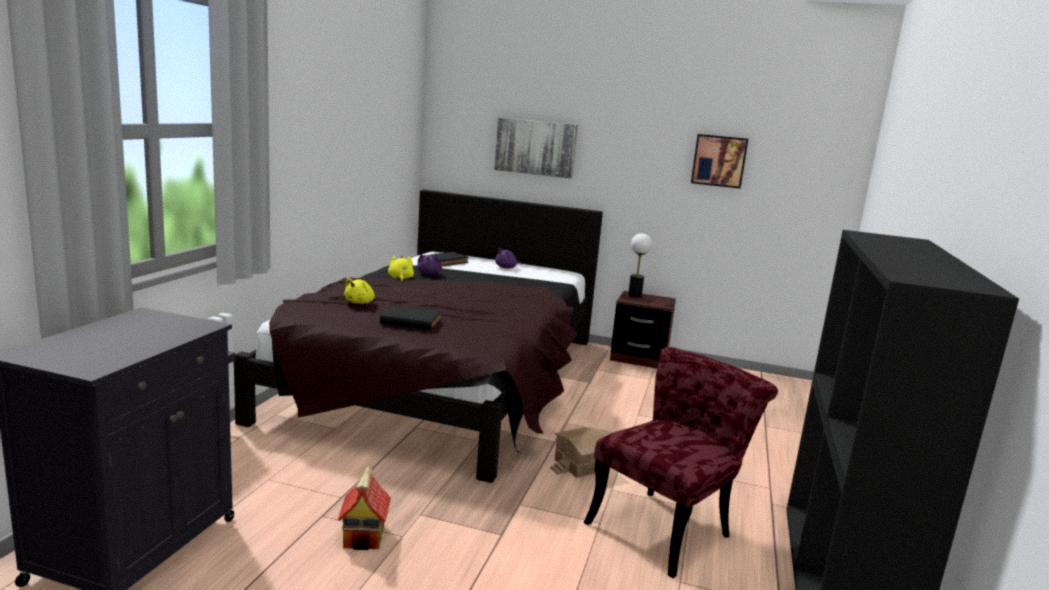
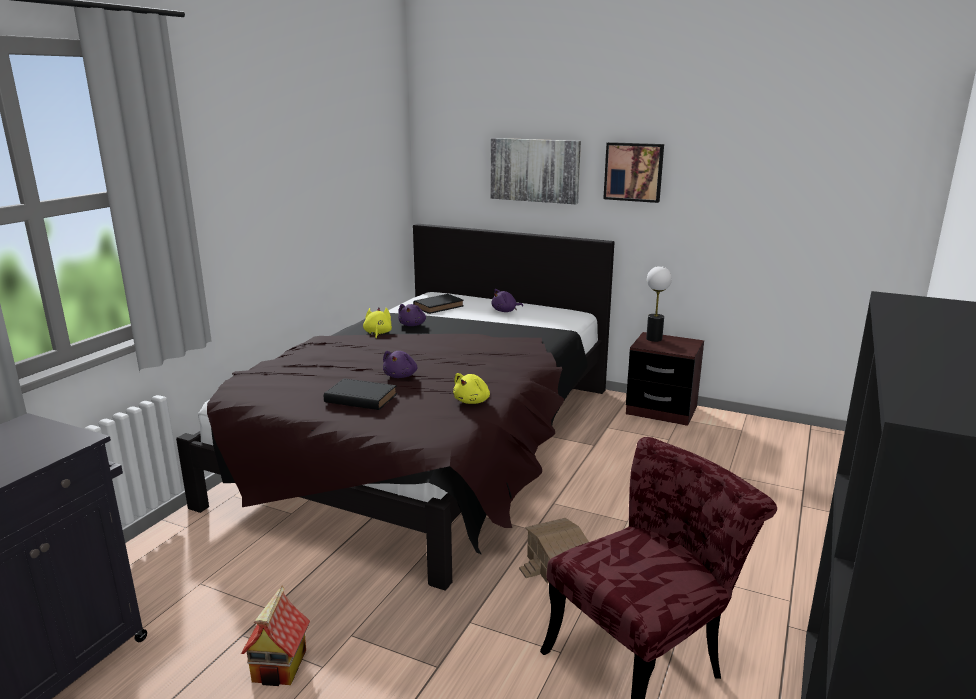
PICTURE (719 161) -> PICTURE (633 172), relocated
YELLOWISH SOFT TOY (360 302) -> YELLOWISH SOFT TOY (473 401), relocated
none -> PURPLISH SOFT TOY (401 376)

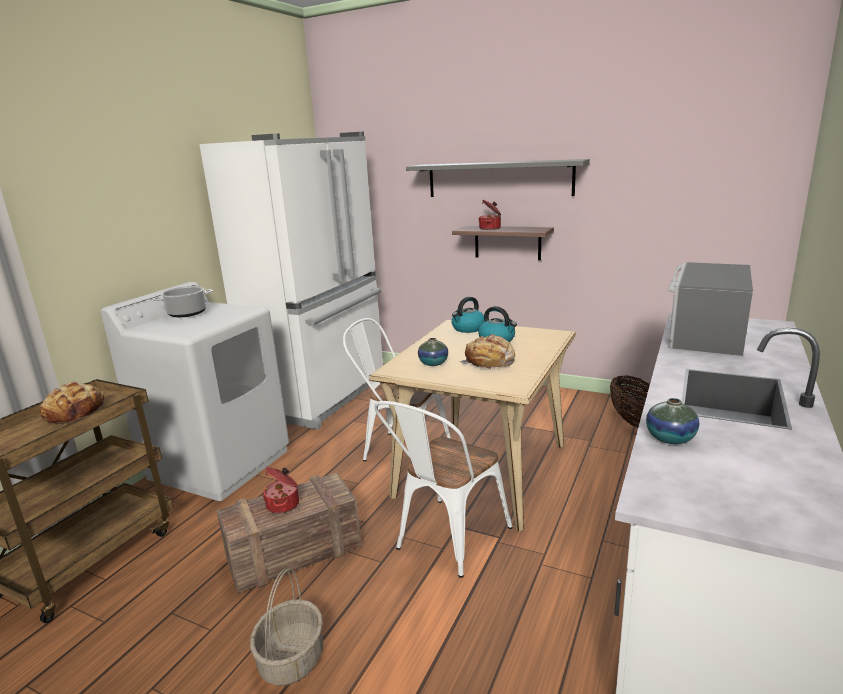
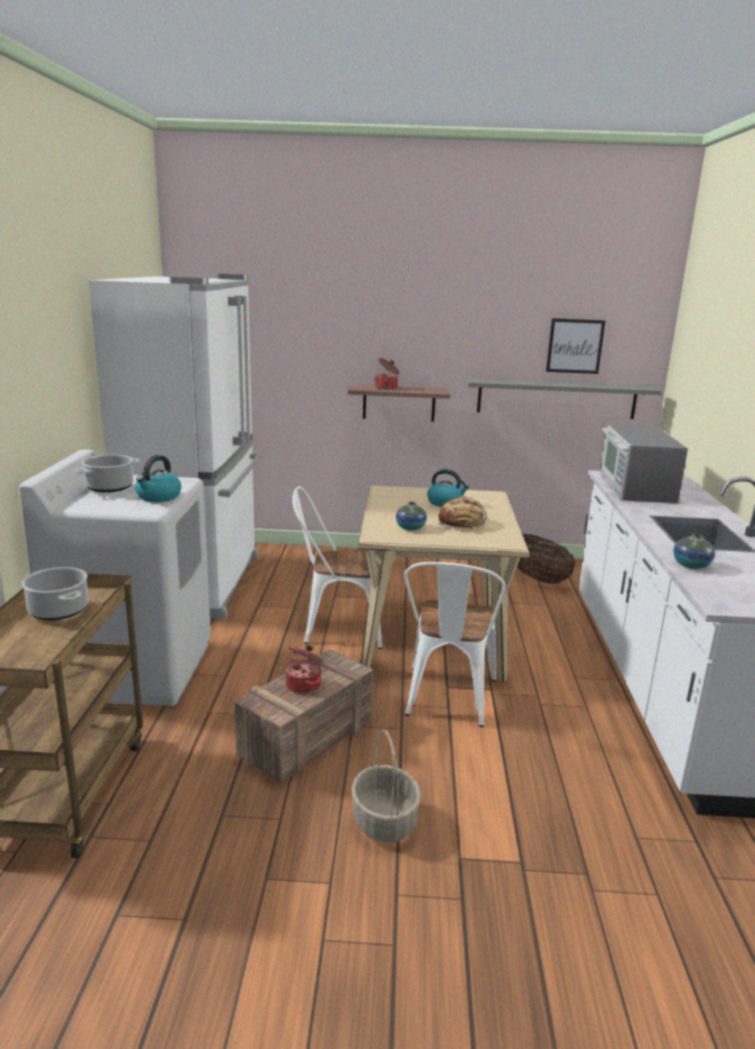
GRAY WALL SHELF (498 179) -> GRAY WALL SHELF (556 398), relocated
TEA KETTLE (468 328) -> TEA KETTLE (158 497), relocated
BREAD (76 413) -> COOKING POT (58 610)
none -> PICTURE (575 346)

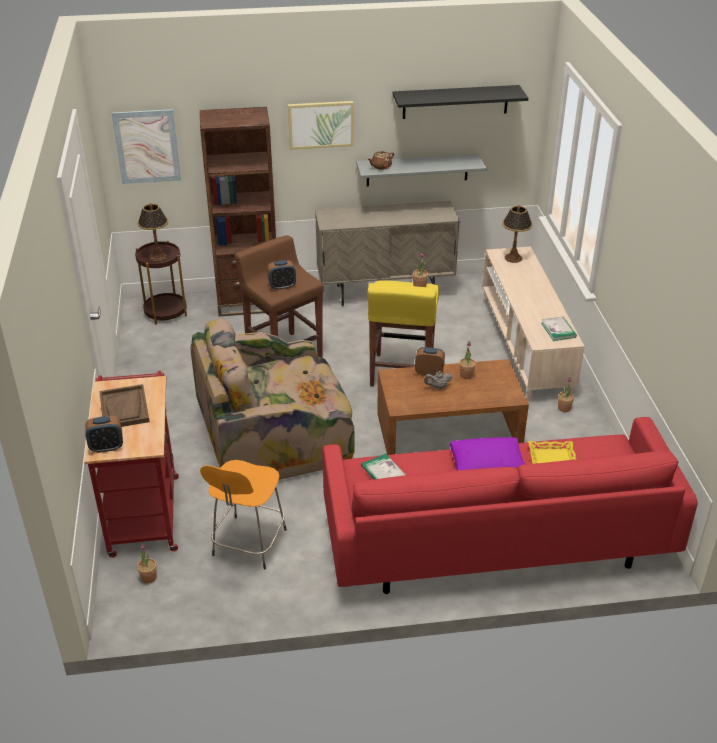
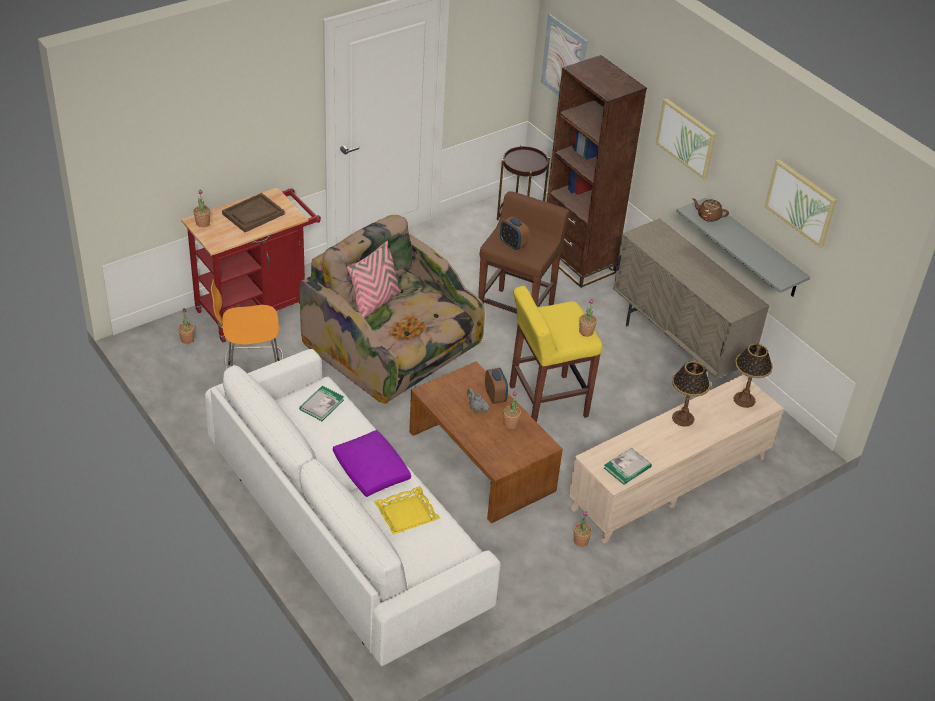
BLACK WALL SHELF (455 102) -> PICTURE (801 202)
LAMP FOR A TABLE (157 257) -> LAMP FOR A TABLE (683 418), relocated
BEDSIDE CLOCK (106 447) -> POTTED PLANT (202 223)
REDDISH COUCH (495 539) -> WHITE COUCH (347 535)
none -> PINK-COLOURED PILLOW (375 303)

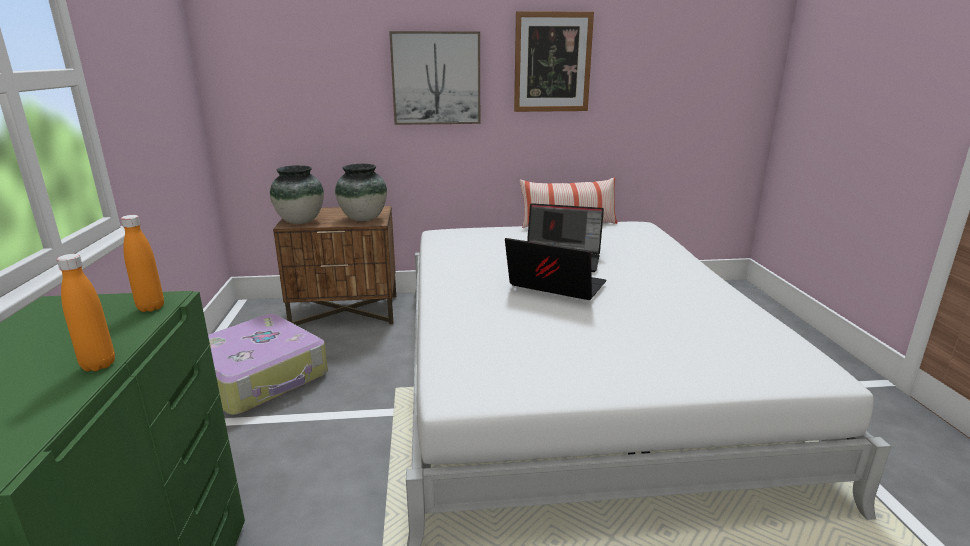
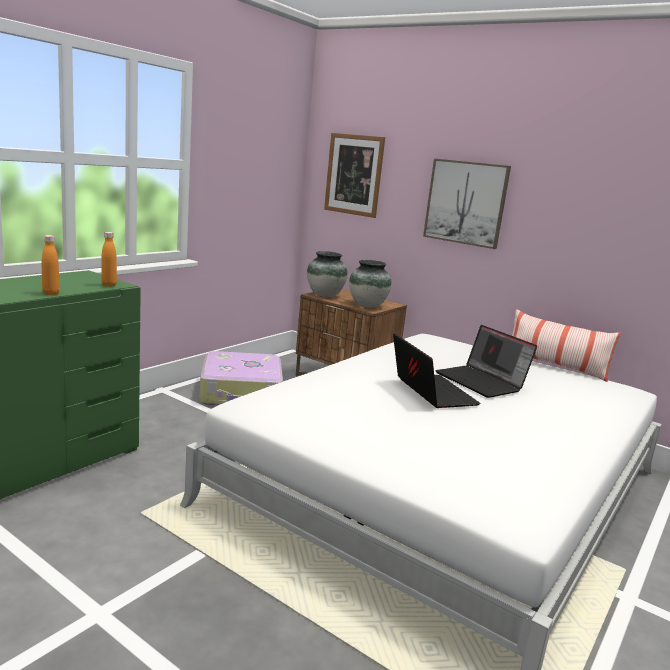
PICTURE (552 62) -> PICTURE (354 175), relocated

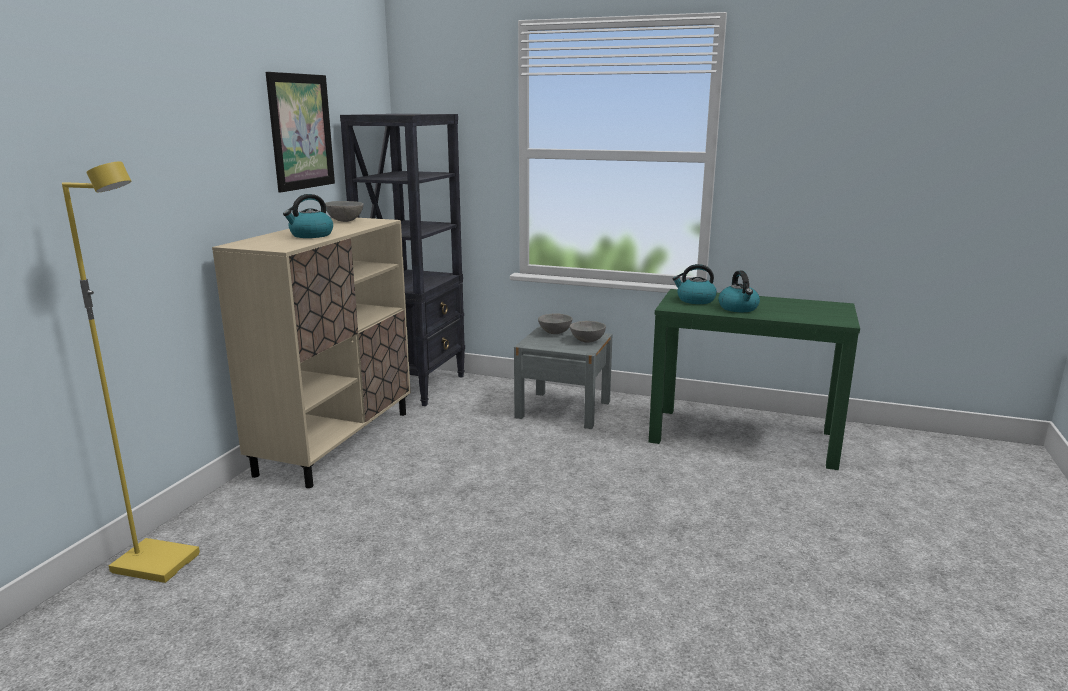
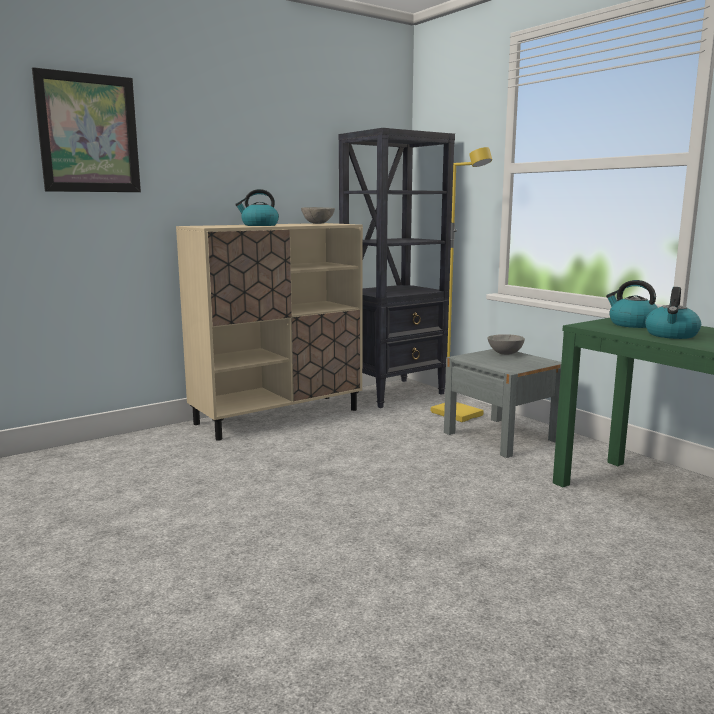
PICTURE (301 132) -> PICTURE (89 133), relocated
YELLOWISH STANDING LAMP (158 563) -> YELLOWISH STANDING LAMP (458 414), relocated
GRAY SERVING BOWL (587 341) -> none

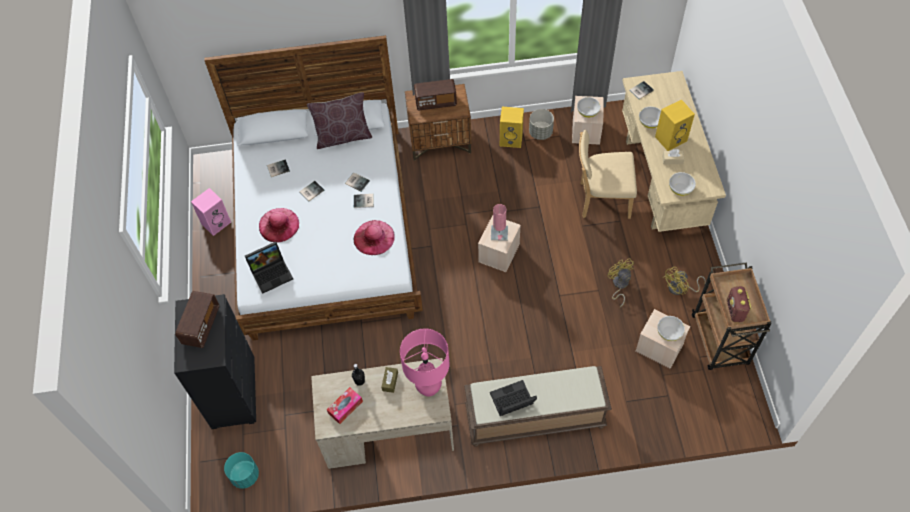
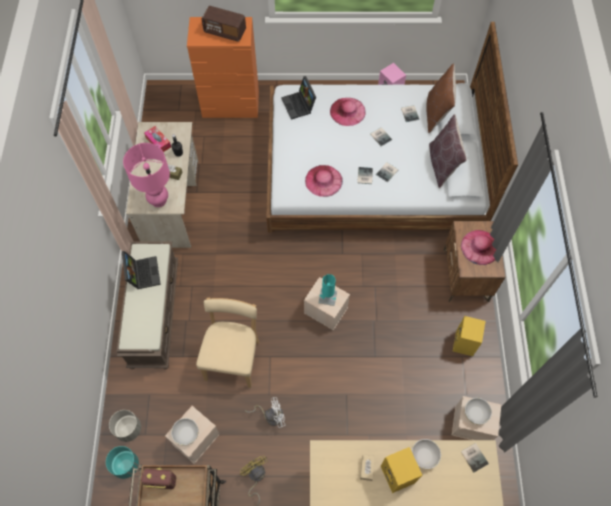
RADIO (435 102) -> PINK-COLOURED CLOTHING HAT (480 247)
GRAY PLANT POT (540 132) -> GRAY PLANT POT (128 429), relocated
BEIGE CHAIR (601 200) -> BEIGE CHAIR (233 358), relocated
WHITE SERVING BOWL (680 189) -> none
PINK-COLOURED LAMP FOR A TABLE (499 233) -> BLUE-GREEN LAMP FOR A TABLE (327 297)
YELLOWISH COOLING FAN (619 285) -> WHITE COOLING FAN (271 415)
BLACK DRAWER CHEST (233 392) -> ORANGE DRAWER CHEST (231 105)
BLUE-GREEN PLANT POT (244 475) -> BLUE-GREEN PLANT POT (126 464), relocated
none -> BROWN PILLOW (437 113)

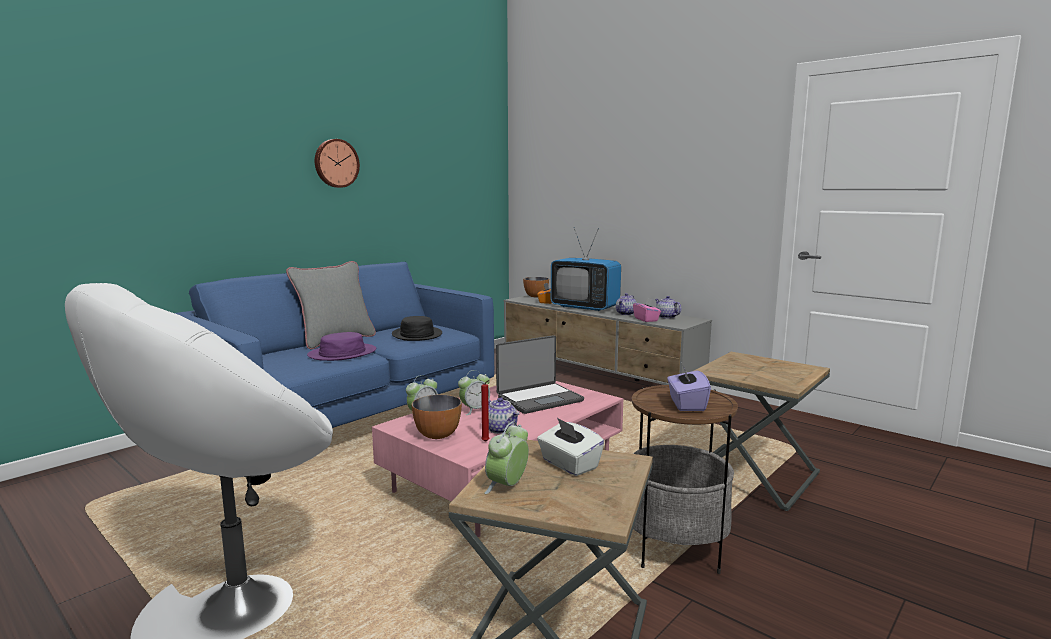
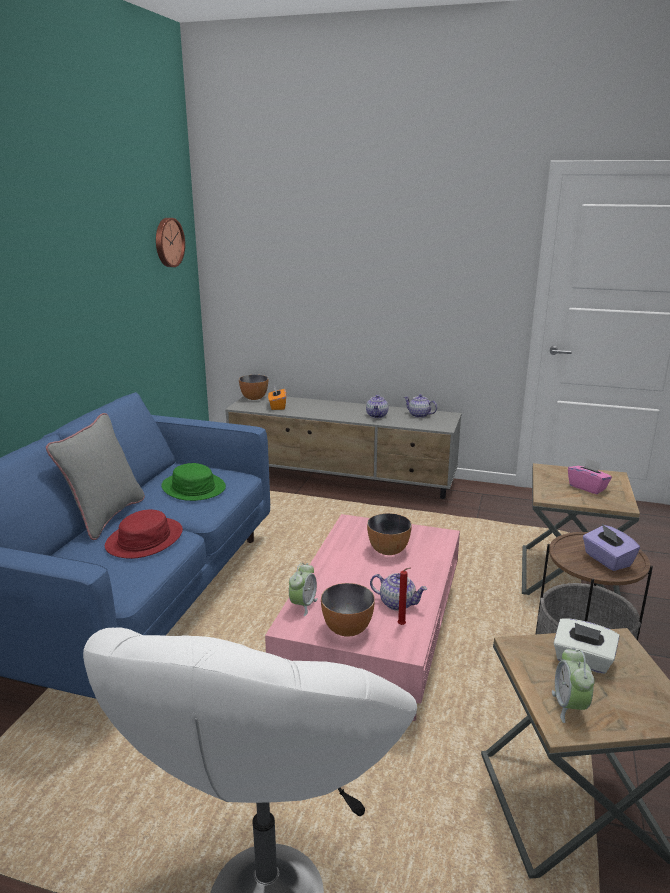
WALL CLOCK (336 163) -> WALL CLOCK (168 242), relocated
TV SET (585 307) -> none
PINK-COLOURED TISSUE BOX (646 319) -> PINK-COLOURED TISSUE BOX (587 487), relocated
BLACK CLOTHING HAT (417 335) -> GREEN-COLOURED CLOTHING HAT (193 488)
PURPLISH CLOTHING HAT (342 353) -> REDDISH CLOTHING HAT (144 539)
NOTEBOOK COMPUTER (539 399) -> SERVING BOWL (388 550)
BEDSIDE CLOCK (475 410) -> none

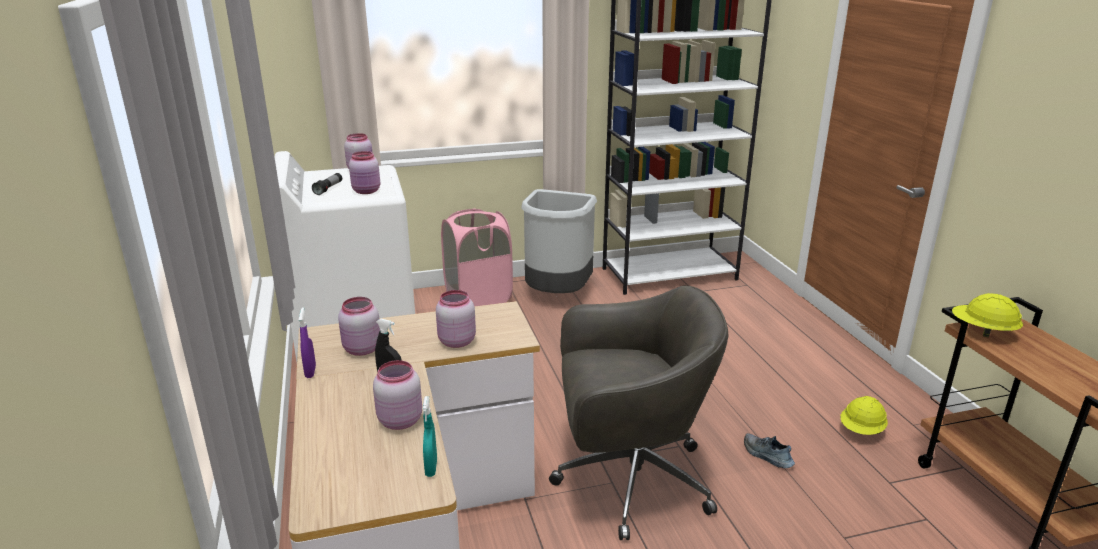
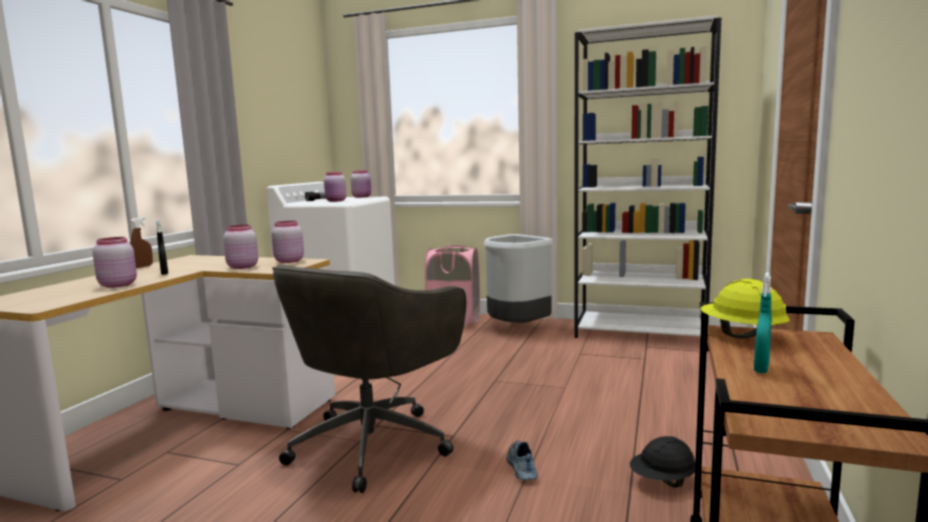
GRAY COMPUTER CHAIR (629 480) -> GRAY COMPUTER CHAIR (374 443), 90 degrees clockwise
PINK-COLOURED STORAGE JAR (361 349) -> PINK-COLOURED STORAGE JAR (288 261), relocated
PURPLISH SPRAYER (310 372) -> BROWN SPRAYER (143 266)
BLUE-GREEN SPRAYER (431 468) -> BLUE-GREEN SPRAYER (761 368), relocated
YELLOWISH HARD HAT (861 431) -> BLACK HARD HAT (663 481)

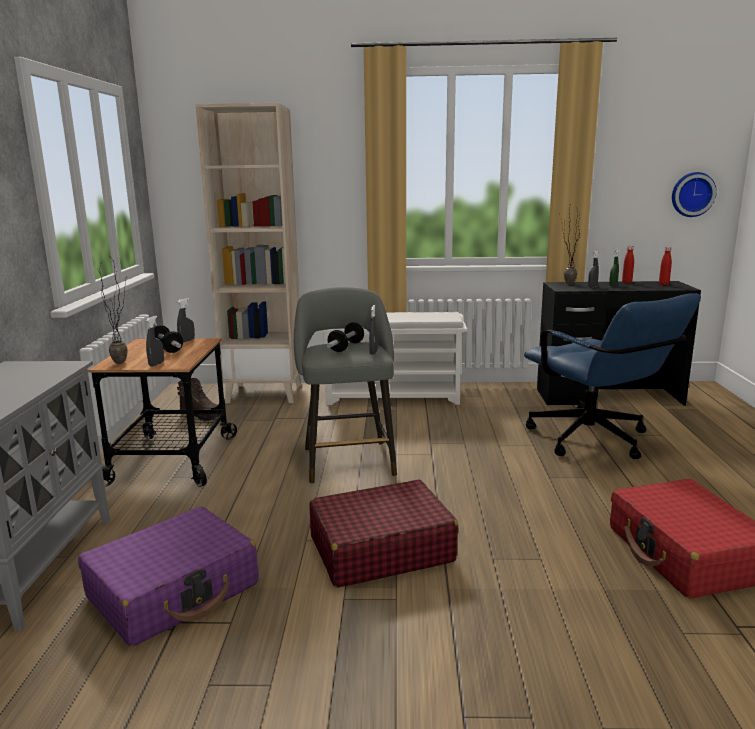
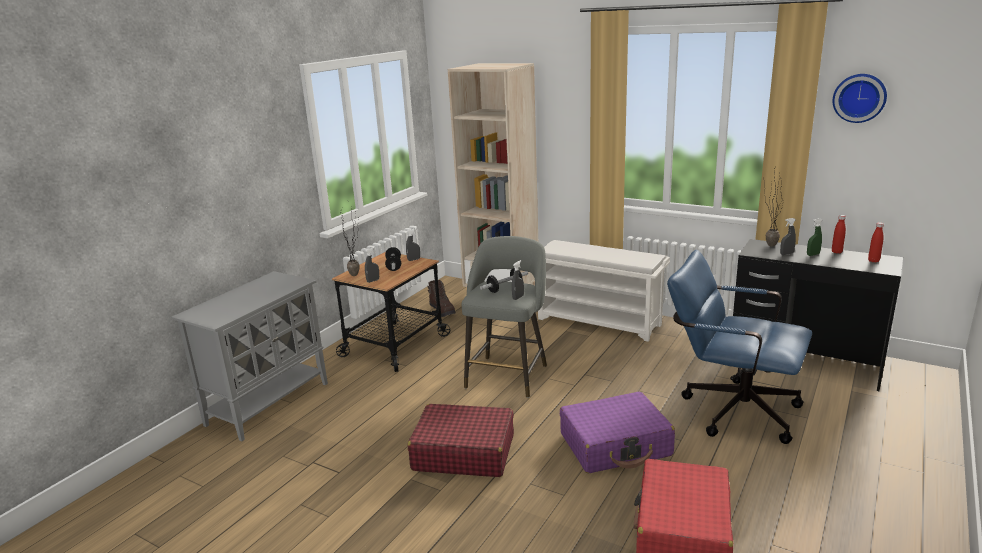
WALL CLOCK (692 194) -> WALL CLOCK (859 98), relocated
BLUE-COLOURED COMPUTER CHAIR (596 442) -> BLUE-COLOURED COMPUTER CHAIR (730 409), 120 degrees clockwise
PURPLISH TRAVEL CASE (174 591) -> PURPLISH TRAVEL CASE (615 445), relocated

